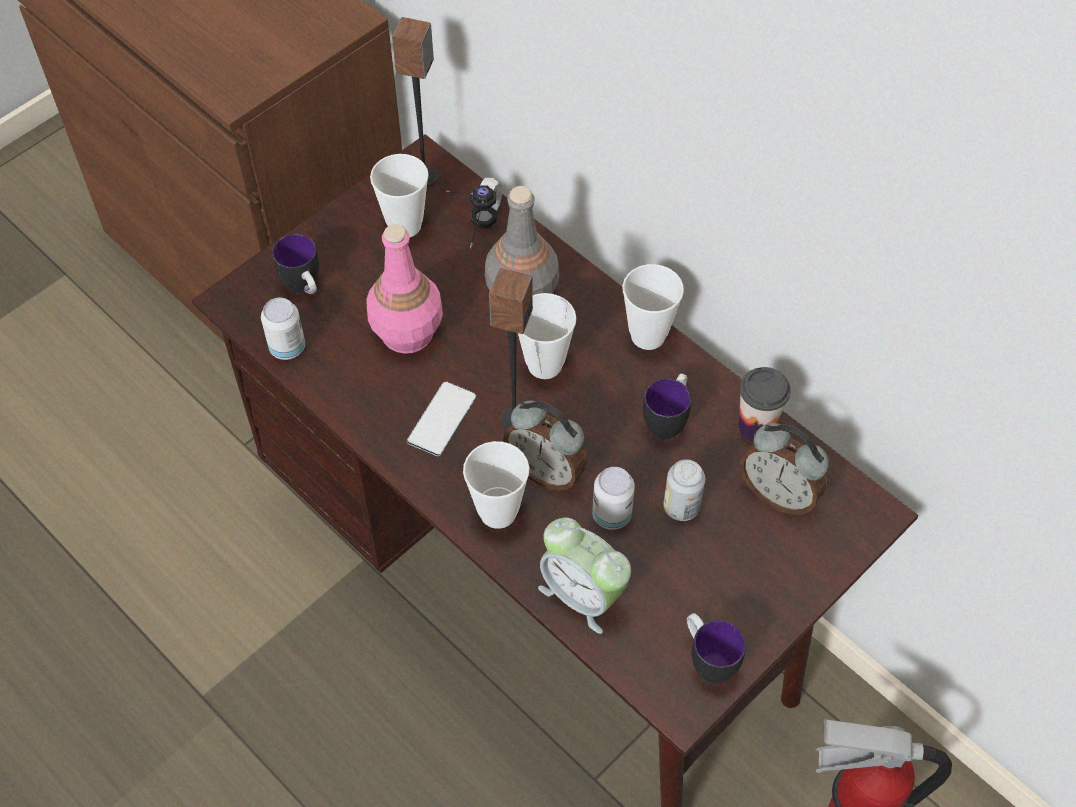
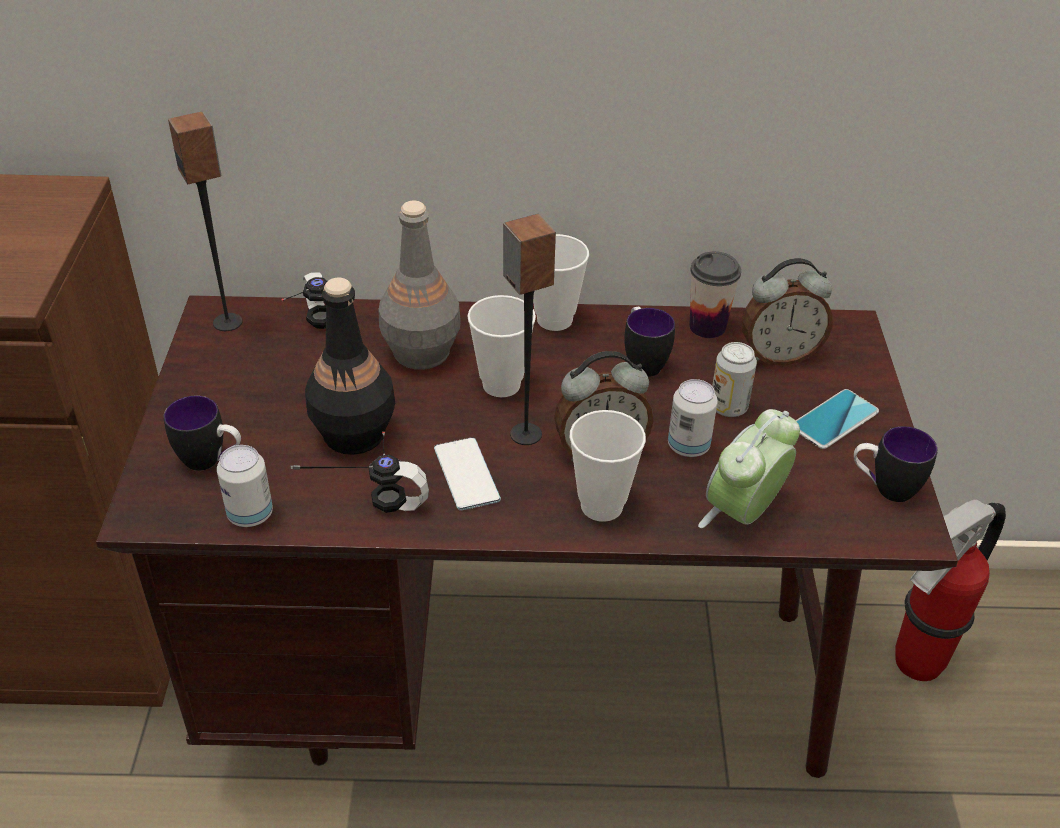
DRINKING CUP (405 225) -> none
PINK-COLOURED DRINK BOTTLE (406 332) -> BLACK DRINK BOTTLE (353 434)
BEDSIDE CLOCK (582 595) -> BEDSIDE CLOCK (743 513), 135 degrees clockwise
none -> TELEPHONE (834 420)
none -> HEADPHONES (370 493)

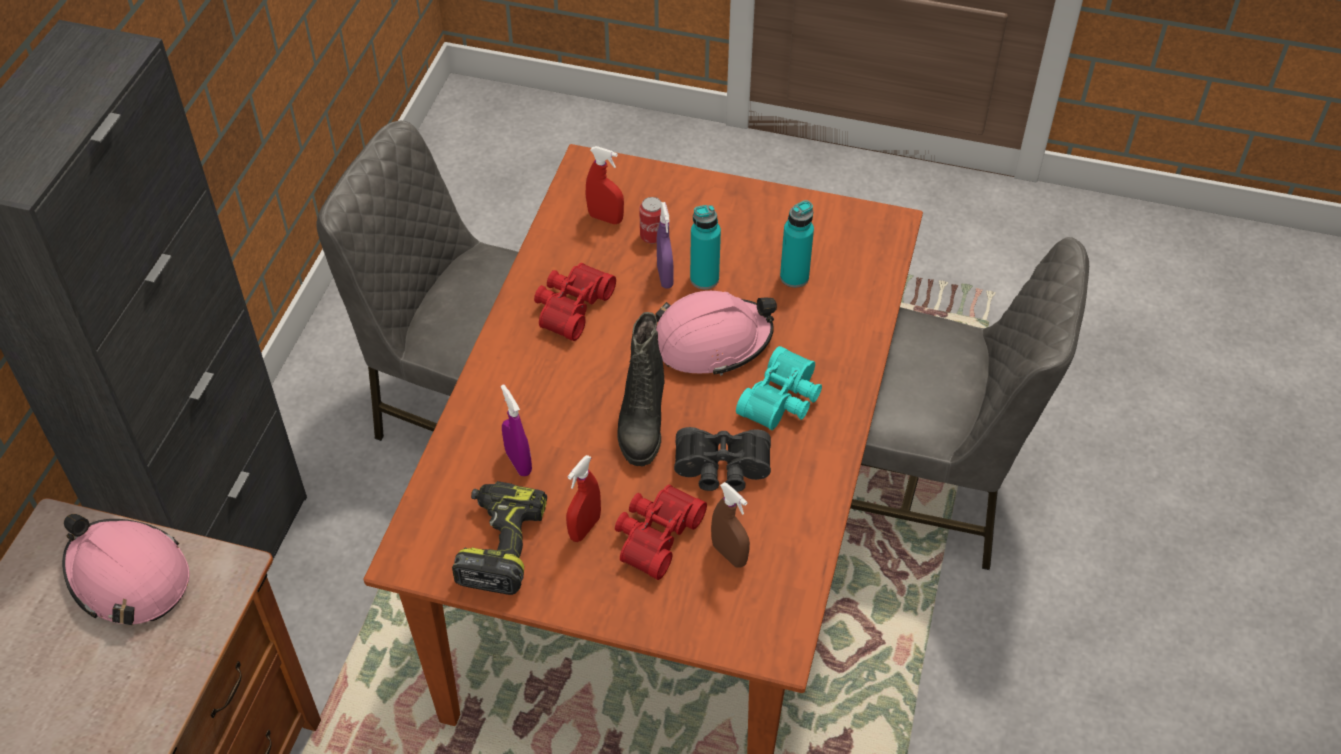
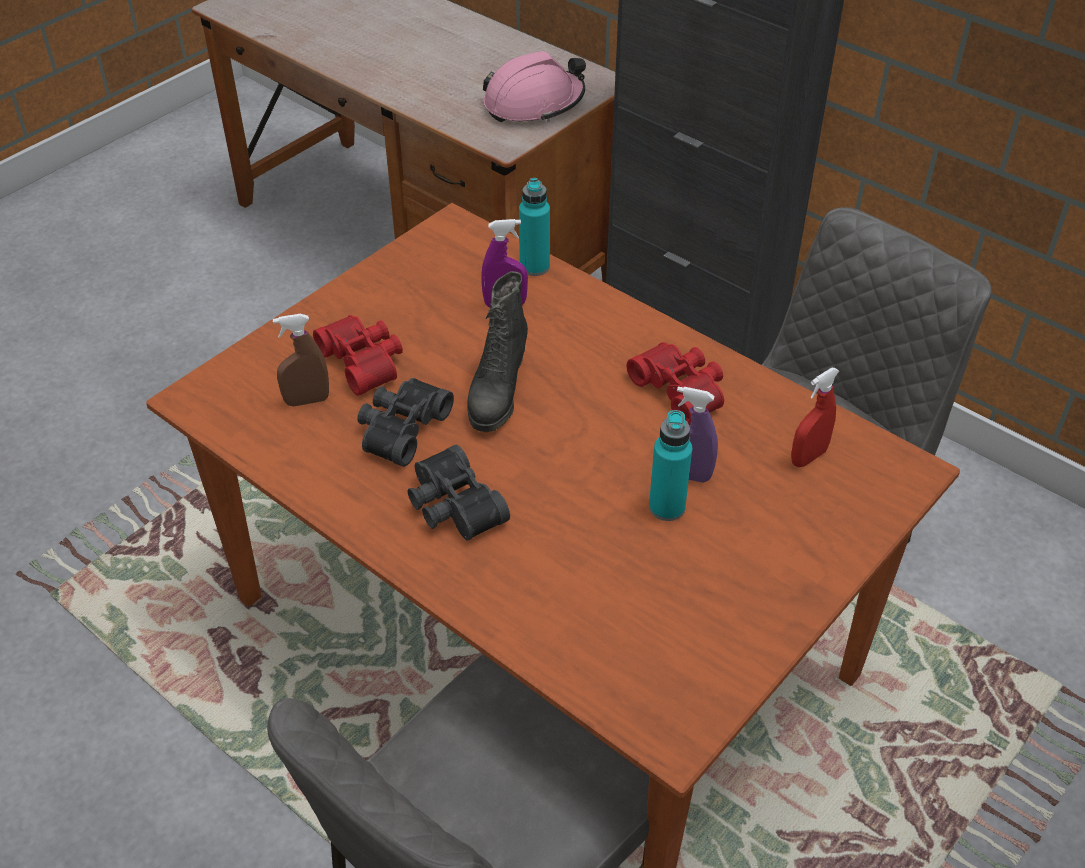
SEALED CAN (652 236) -> none
BLUE-GREEN DRINK BOTTLE (794 277) -> BLUE-GREEN DRINK BOTTLE (534 267), relocated
PINK-COLOURED HARD HAT (712 341) -> none
BLACK TALL BOOT (641 422) -> BLACK TALL BOOT (497 393), 105 degrees counterclockwise
BLUE-GREEN PAIR OF BINOCULARS (783 400) -> BLACK PAIR OF BINOCULARS (452 507)
REDDISH SPRAYER (585 528) -> none
ELECTRIC DRILL (499 544) -> none

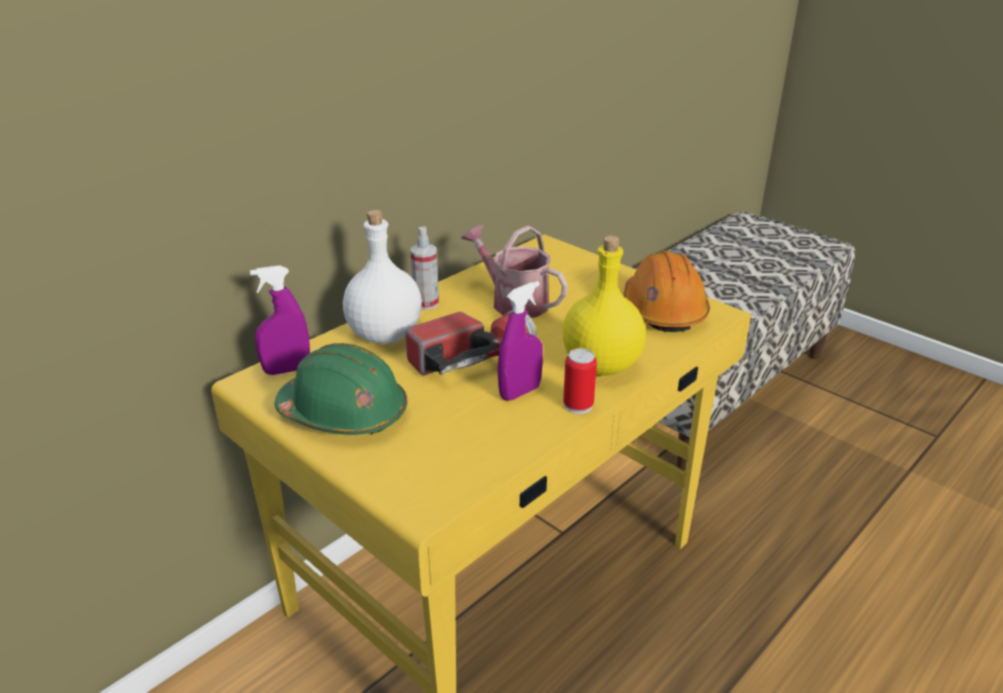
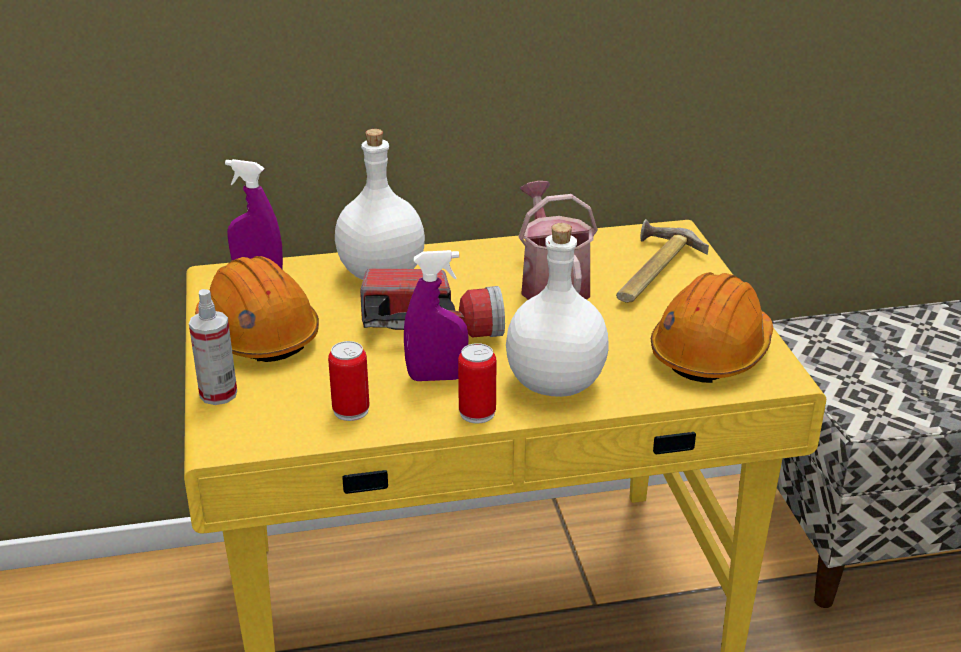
SPRAYER (426 303) -> SPRAYER (218 394), relocated
YELLOWISH DRINK BOTTLE (601 366) -> WHITE DRINK BOTTLE (554 384)
GREEN-COLOURED HARD HAT (344 413) -> ORANGE HARD HAT (258 334)
none -> HAND HAMMER (649 271)
none -> SEALED CAN (351 410)

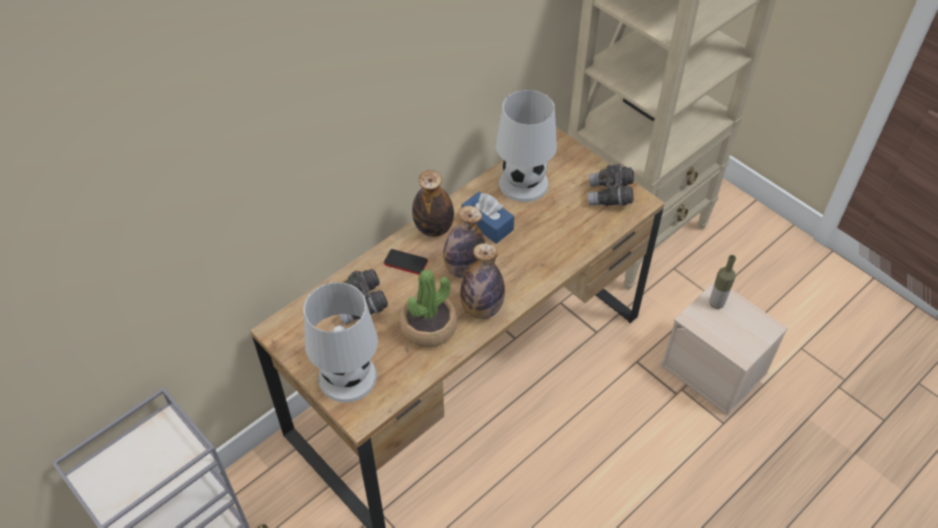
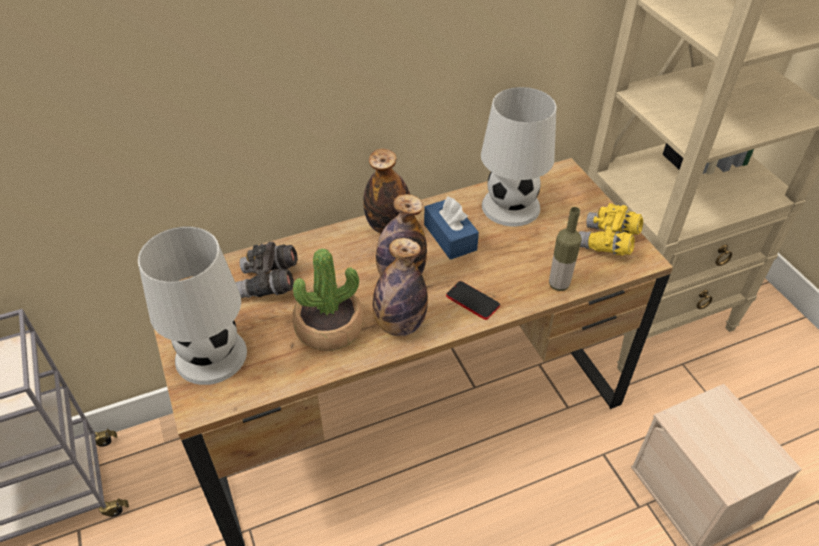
GRAY PAIR OF BINOCULARS (610 196) -> YELLOWISH PAIR OF BINOCULARS (607 243)
TELEPHONE (406 262) -> TELEPHONE (472 301), relocated
DRINK BOTTLE (716 303) -> DRINK BOTTLE (559 284), relocated

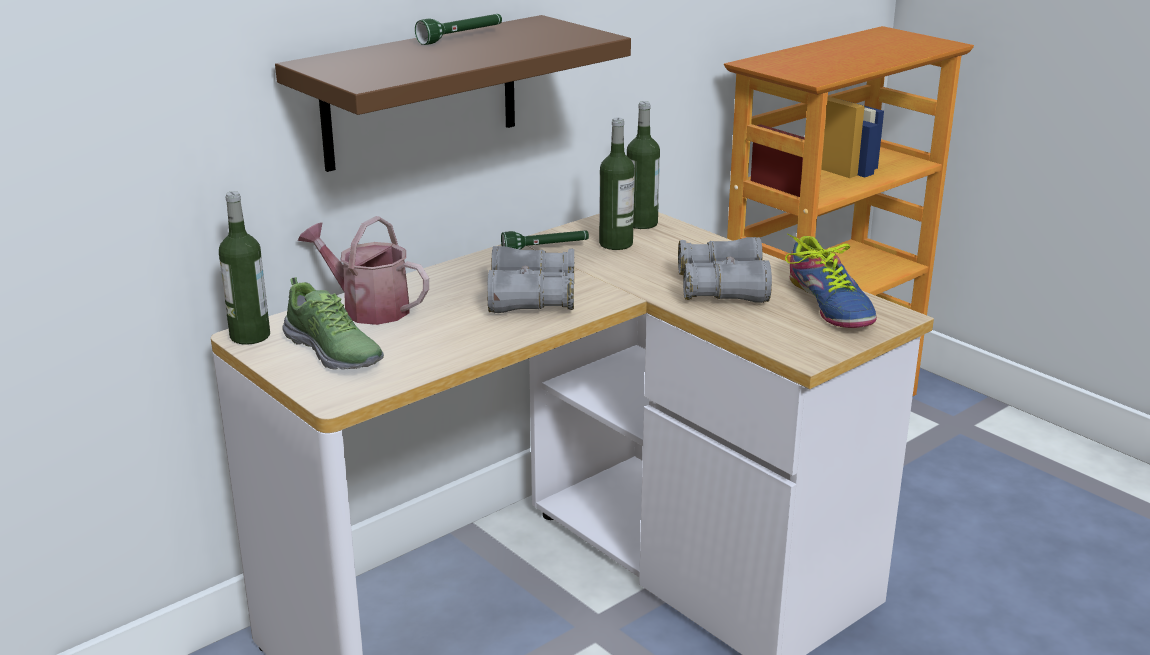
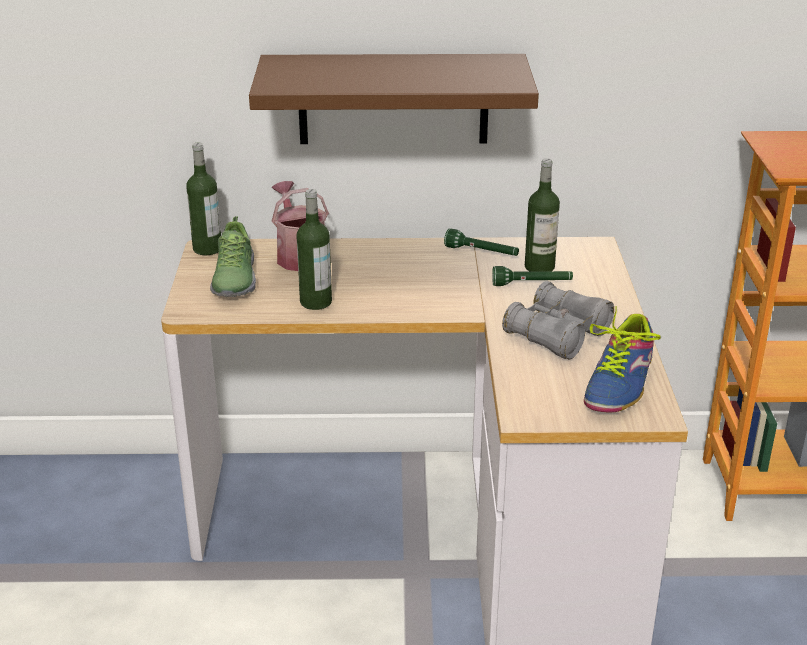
GREEN-COLOURED HAND TORCH (461 37) -> GREEN-COLOURED HAND TORCH (532 284), relocated
DRINK BOTTLE (641 223) -> DRINK BOTTLE (316 302), relocated
GRAY PAIR OF BINOCULARS (531 298) -> none

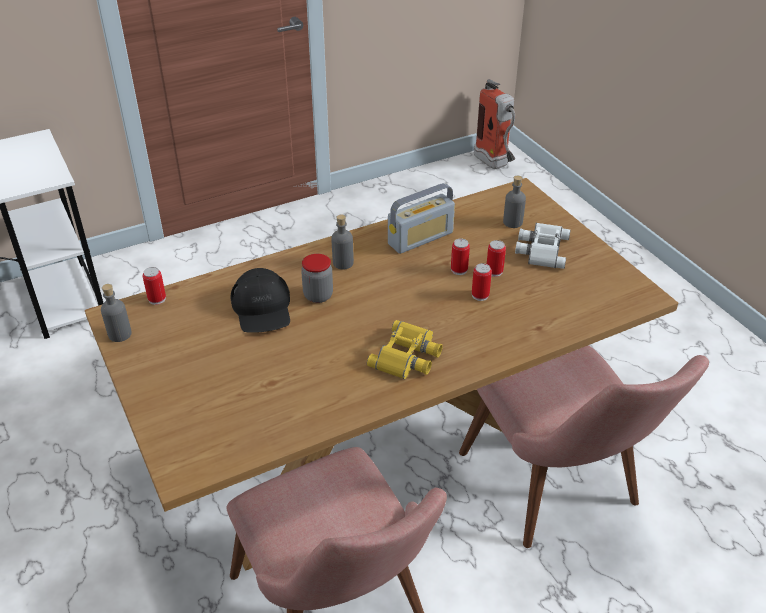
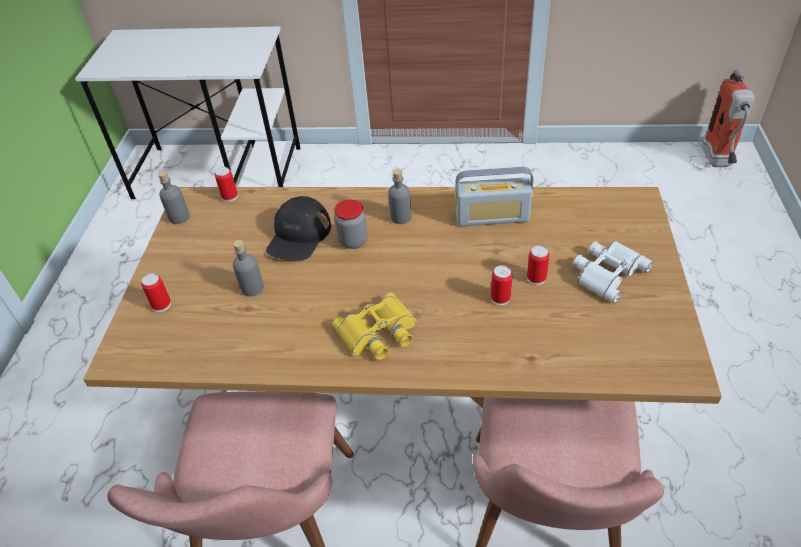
GRAY DRINK BOTTLE (512 222) -> GRAY DRINK BOTTLE (252 288), relocated
SEALED CAN (459 270) -> SEALED CAN (161 305), relocated

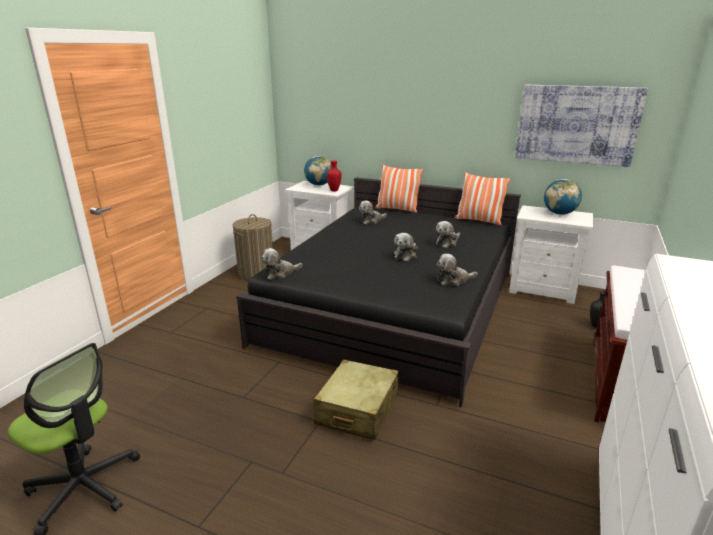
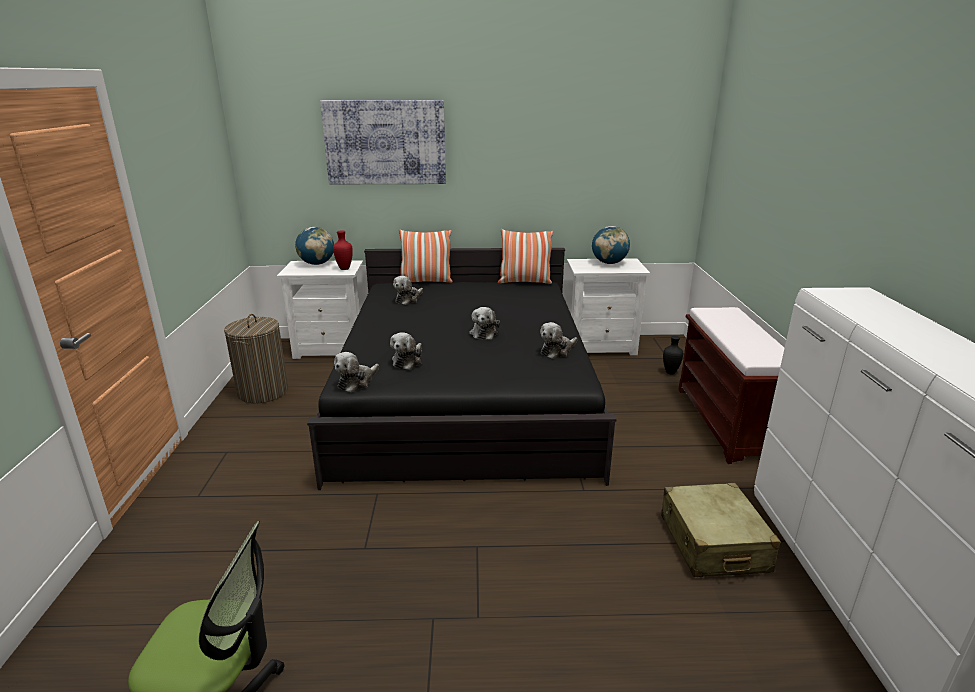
PICTURE (576 124) -> PICTURE (385 142), relocated
SOFT TOY (447 243) -> SOFT TOY (408 361), relocated
BEIGE TRAVEL CASE (357 410) -> BEIGE TRAVEL CASE (713 543), relocated

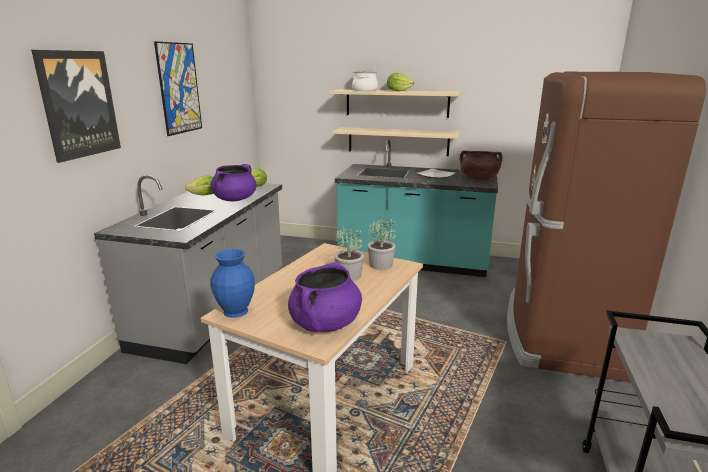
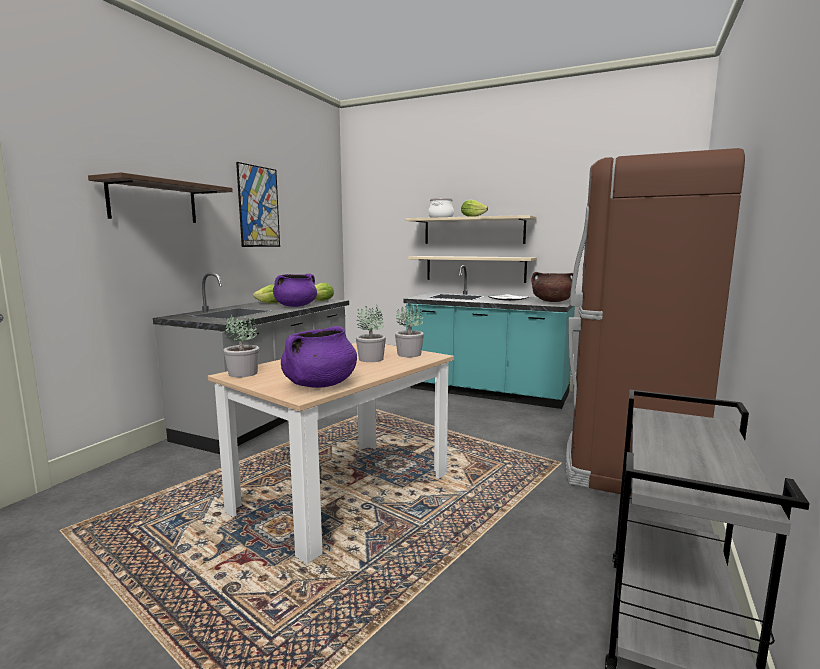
PICTURE (78 104) -> WALL SHELF (153 202)
BLUE-COLOURED FLOWER VASE (236 311) -> POTTED PLANT (243 373)

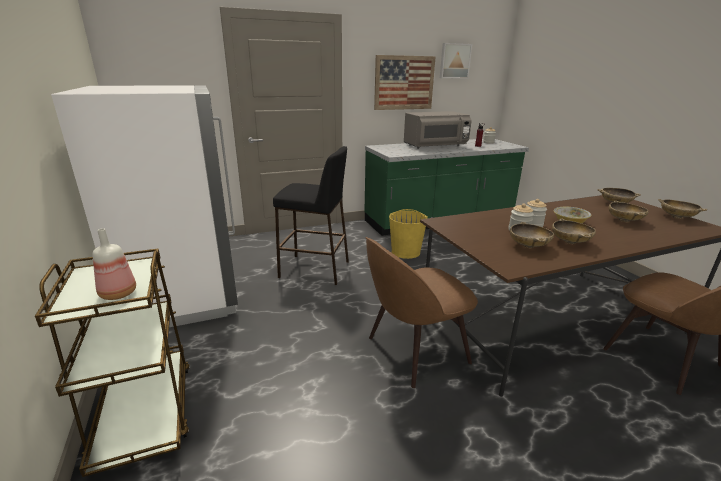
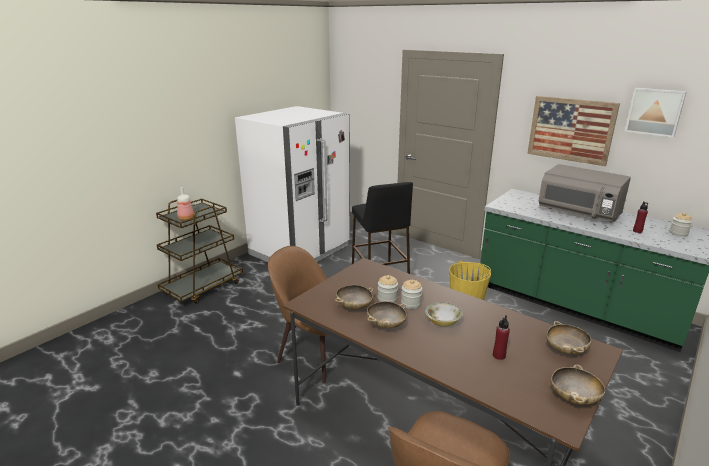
BEIGE SERVING BOWL (624 220) -> REDDISH DRINK BOTTLE (499 355)

